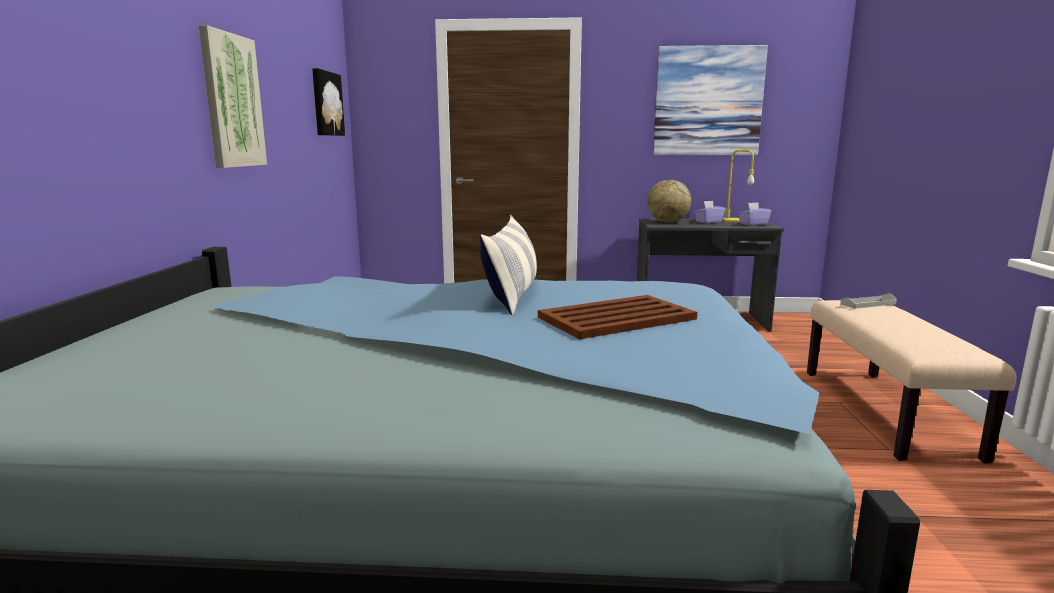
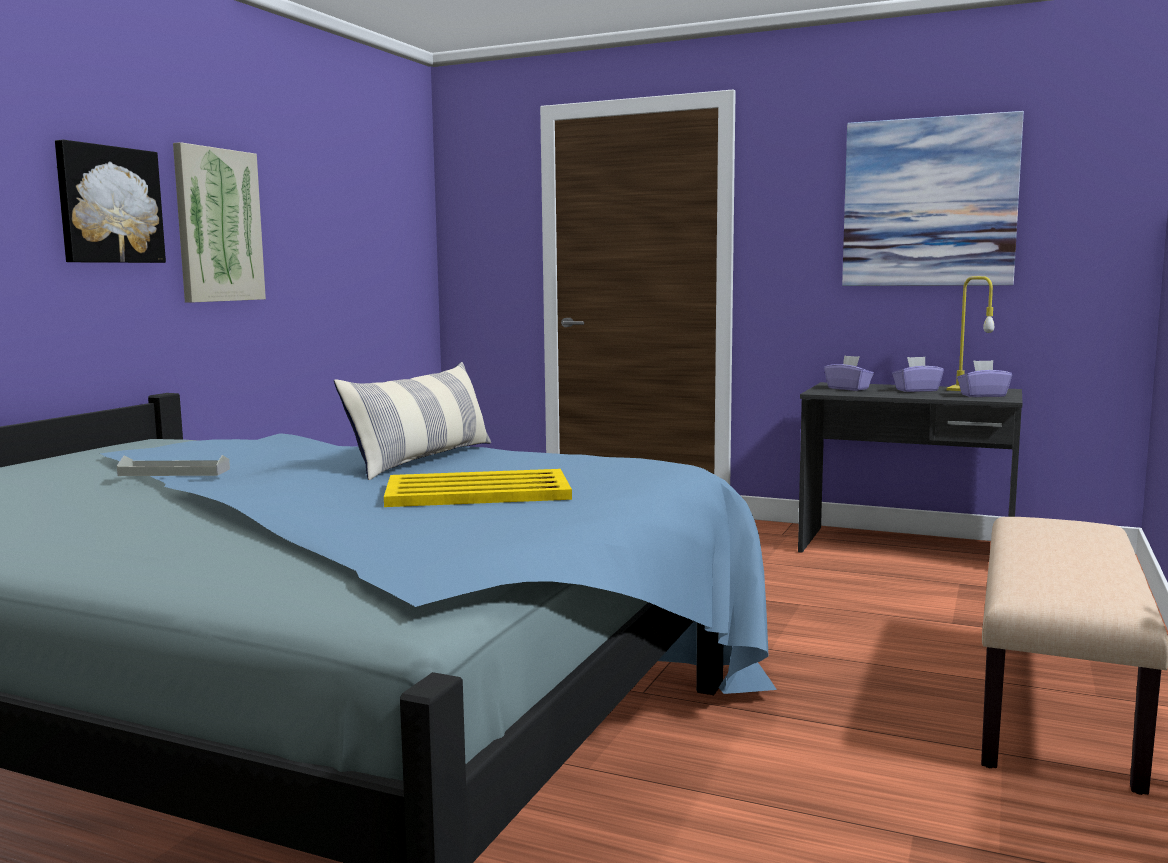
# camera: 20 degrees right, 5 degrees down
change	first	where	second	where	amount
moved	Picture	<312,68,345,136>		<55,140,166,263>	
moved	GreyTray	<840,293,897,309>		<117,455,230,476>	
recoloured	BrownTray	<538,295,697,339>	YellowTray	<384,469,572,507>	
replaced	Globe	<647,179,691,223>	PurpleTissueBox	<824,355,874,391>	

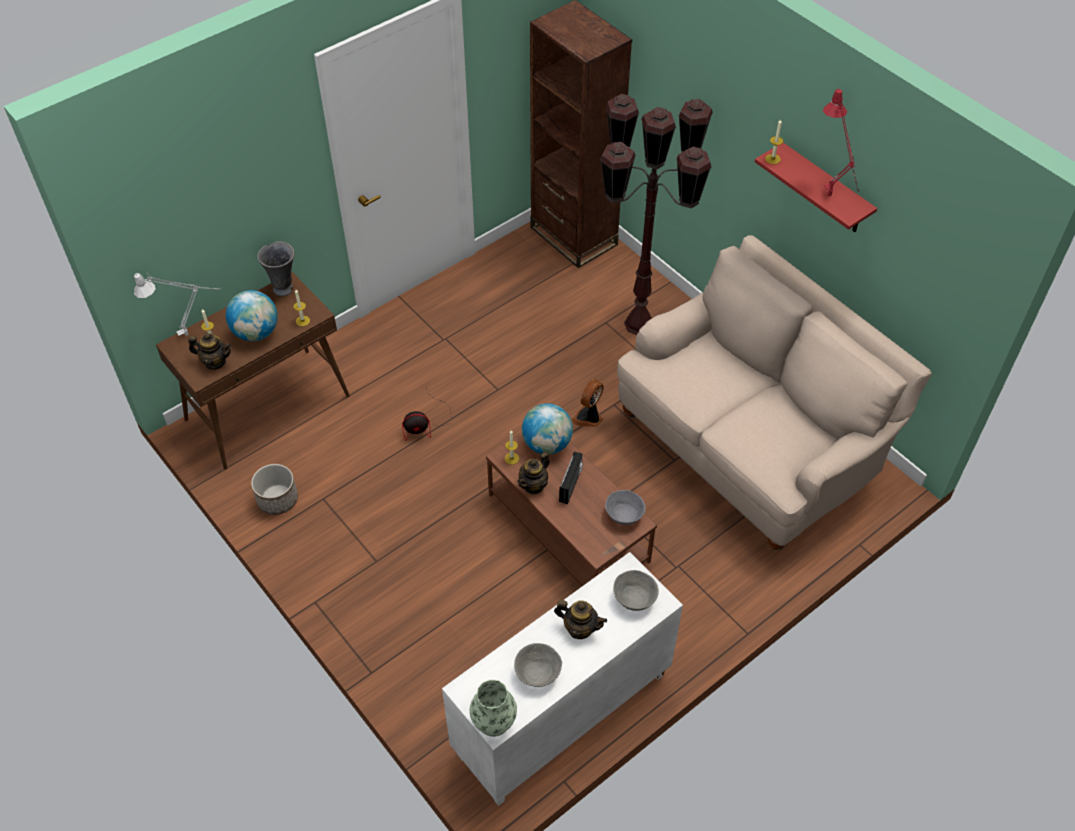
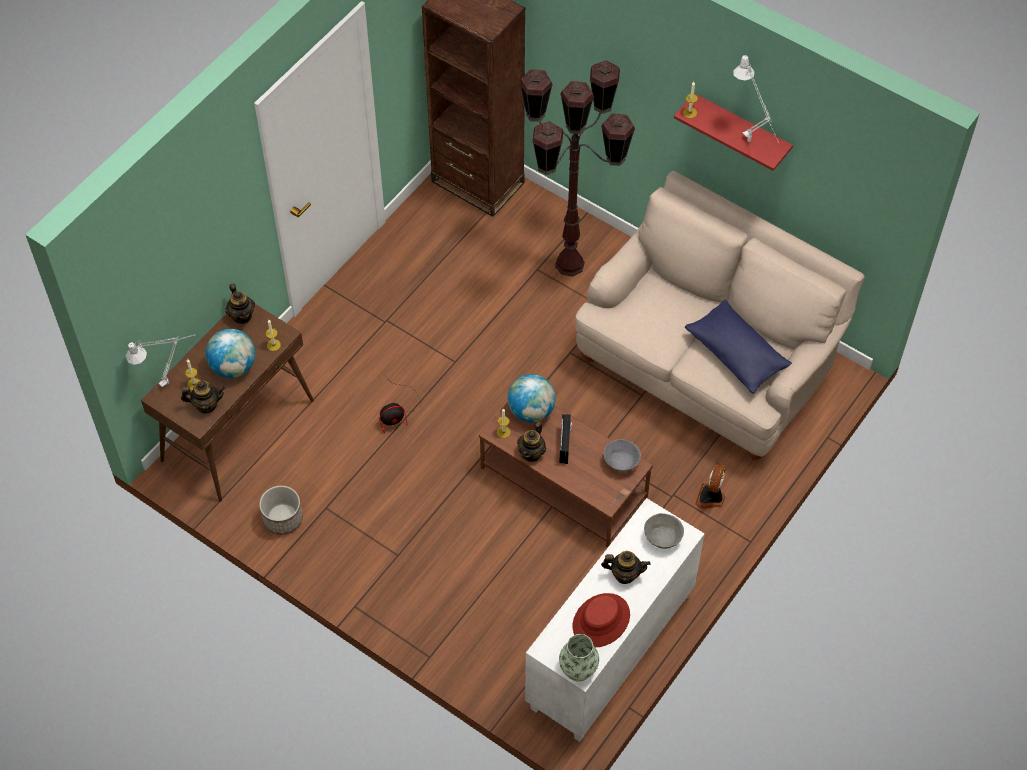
# camera: 15 degrees left, 5 degrees up
change	first	where	second	where	amount
replaced	GreyVase	<257,241,295,296>	Teapot	<226,284,255,324>	
replaced	GreyBowl	<514,643,562,687>	RedHat	<573,593,630,647>	
added			BluePillow	<685,299,792,394>	
moved	Fan	<572,379,604,427>		<695,463,726,509>	
recoloured	RedTableLamp	<823,89,859,196>	WhiteTableLamp	<734,55,777,142>	

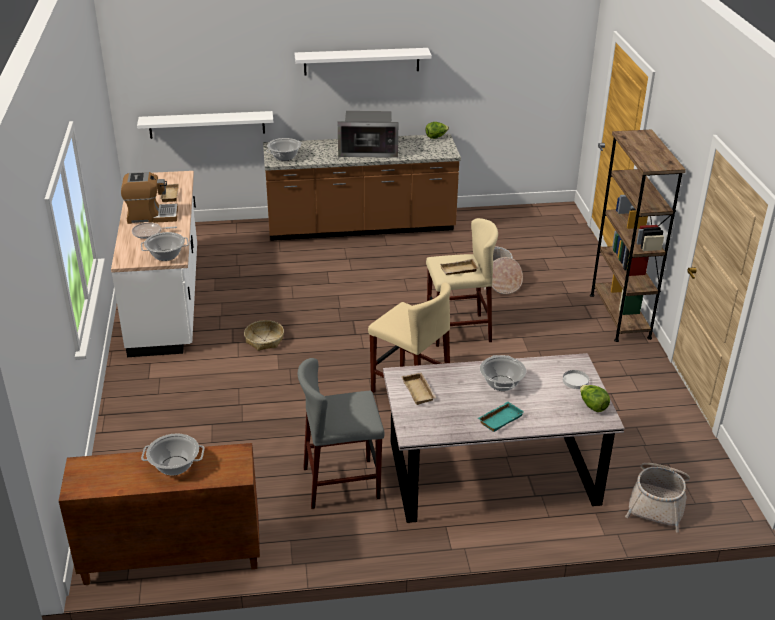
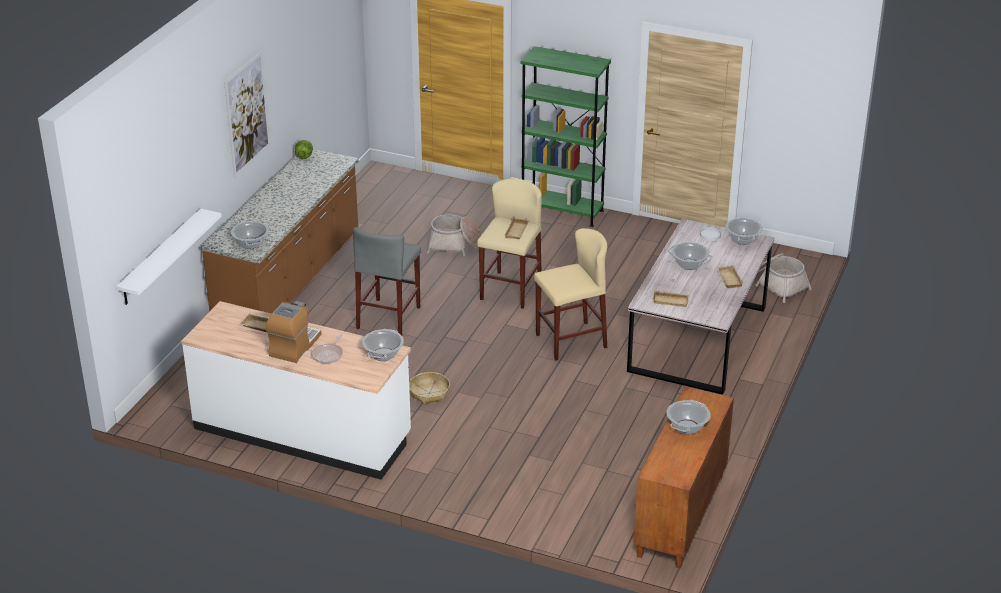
# camera: 60 degrees left, 0 degrees up
change	first	where	second	where	amount
replaced	WhiteShelf	<295,48,432,76>	Picture	<224,51,270,177>	
moved	GreyStool	<298,358,384,509>		<353,227,421,335>	
recoloured	BrownBookcase	<590,129,686,342>	GreenBookcase	<521,46,611,227>	
recoloured	TurquoiseTray	<478,402,524,432>	BeigeTray	<716,266,744,288>	
replaced	Lettuce	<580,385,610,412>	CookingPot	<726,218,763,245>	
removed	Microwave	<338,111,398,158>			

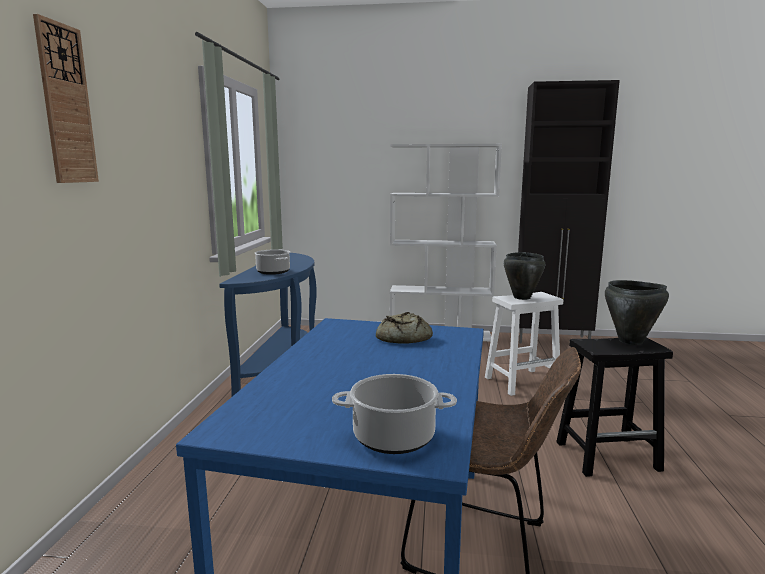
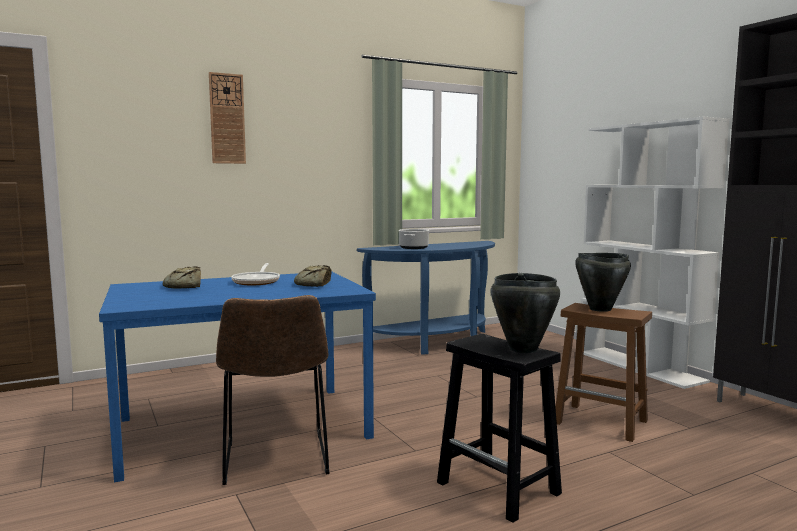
# camera: 55 degrees right, 5 degrees down
change	first	where	second	where	amount
added			Bread	<163,266,201,288>	
added			FryingPan	<231,263,280,285>	
recoloured	WhiteStool	<485,292,563,396>	BrownStool	<555,303,652,442>	
removed	CookingPot	<332,374,457,454>			

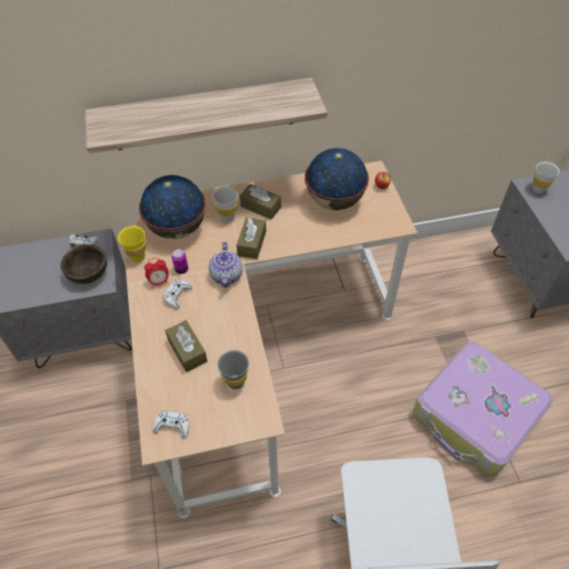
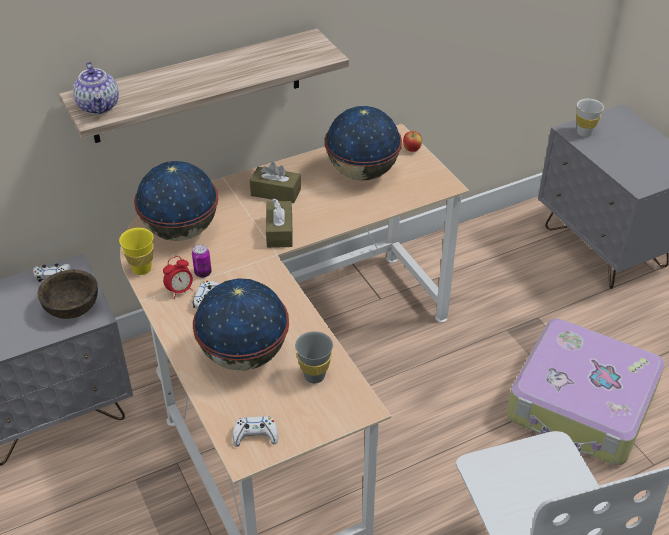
# camera: 15 degrees left, 10 degrees down
change	first	where	second	where	amount
moved	Teapot	<209,242,243,288>		<73,62,119,114>	
replaced	BrownTissueBox	<165,320,207,372>	Globe	<193,278,289,371>	
removed	WhiteCup	<212,187,238,222>			

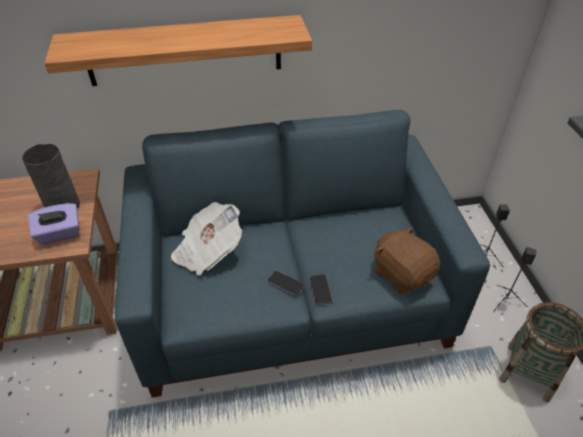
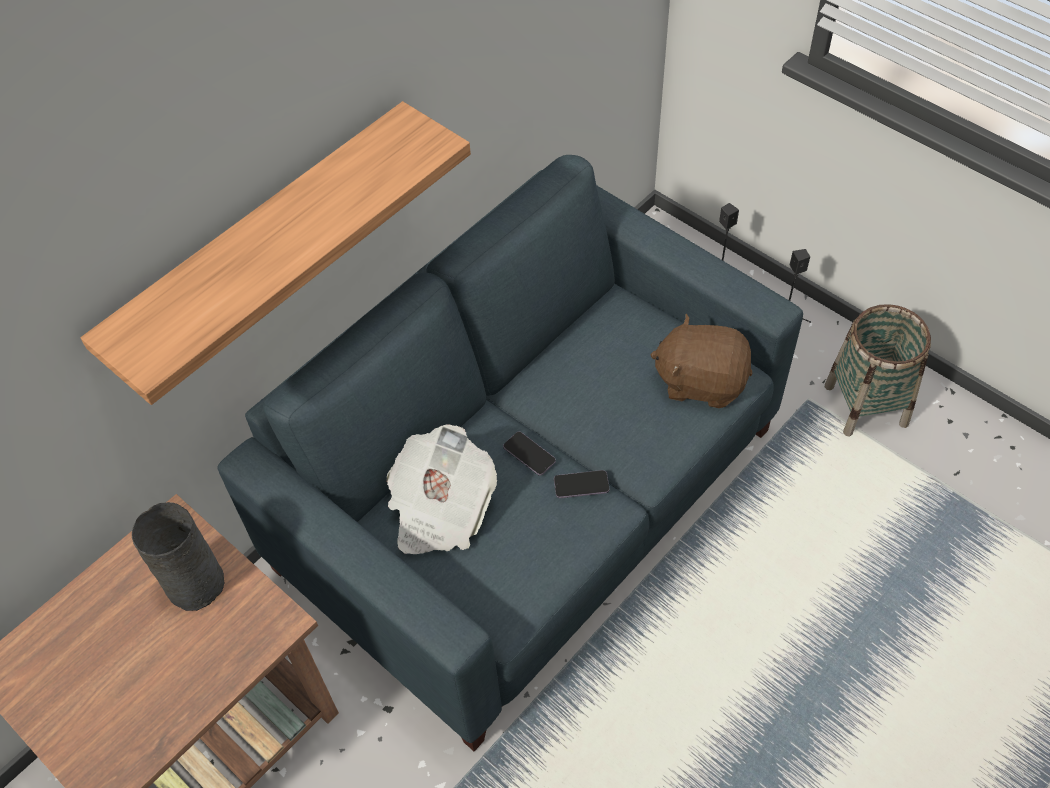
# camera: 35 degrees left, 10 degrees up
change	first	where	second	where	amount
moved	Phone	<310,274,333,305>		<503,432,556,476>	
removed	PurpleTissueBox	<28,203,79,245>			

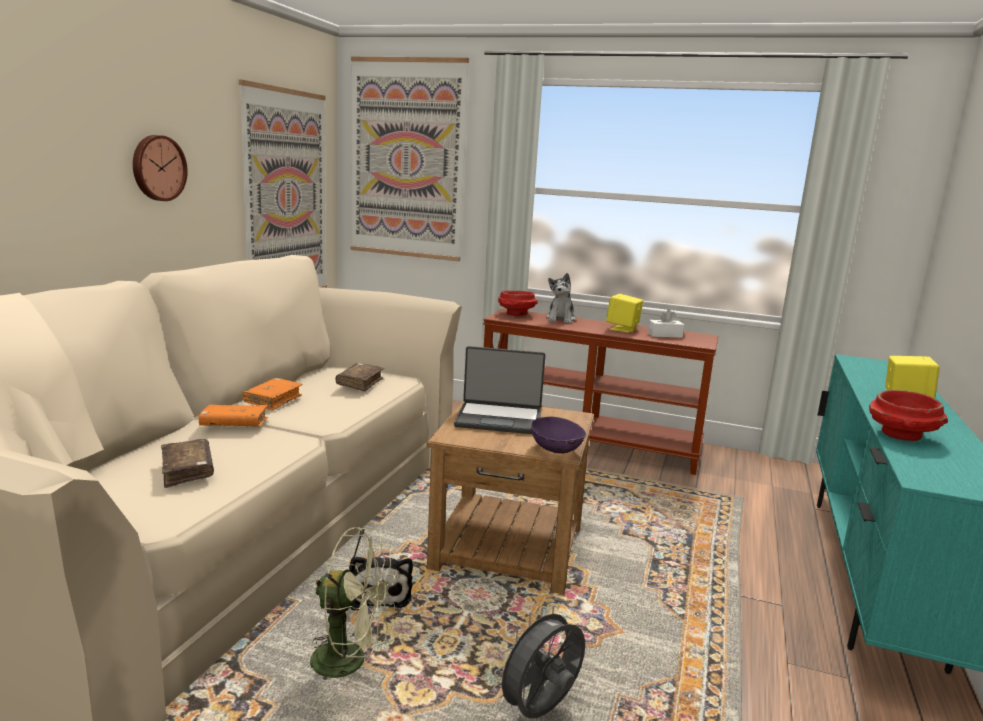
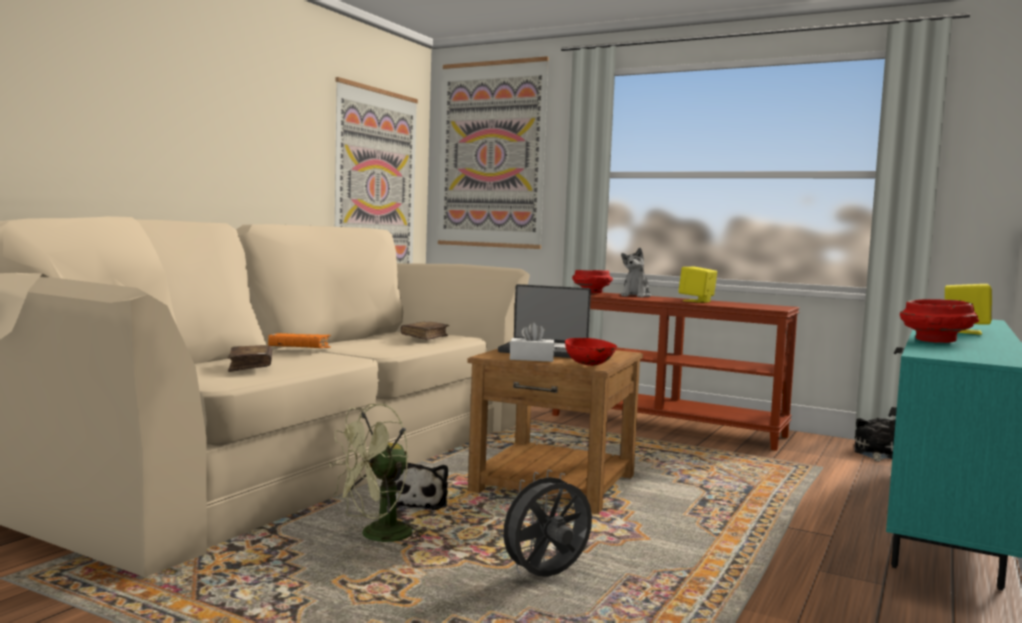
# camera: 10 degrees right, 10 degrees down
change	first	where	second	where	amount
turned	GreenFan	<310,527,397,695>		<329,404,429,548>	120 degrees clockwise
moved	WhiteTissueBox	<648,309,684,338>		<510,322,555,362>	
recoloured	PurpleBowl	<531,417,586,453>	RedBowl	<565,338,617,366>	
added			PlushToy	<854,418,896,462>	
removed	WallClock	<133,135,188,201>			
removed	OrangeBook	<242,378,303,410>			

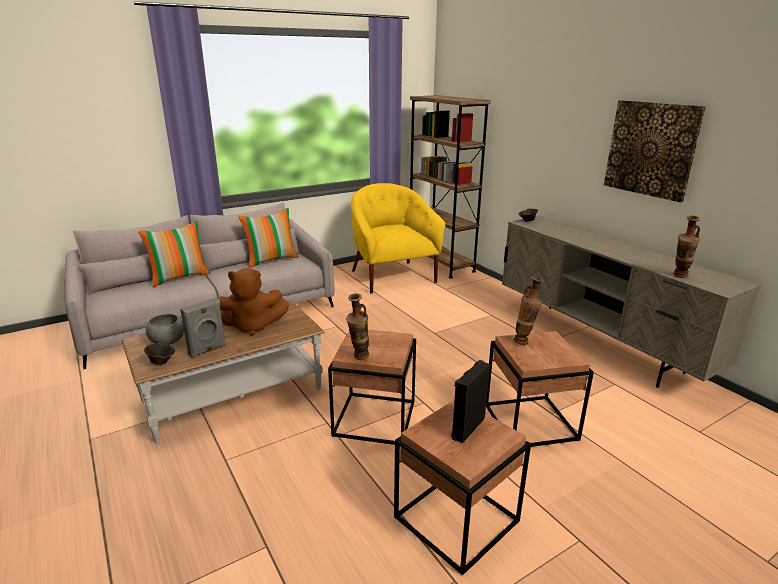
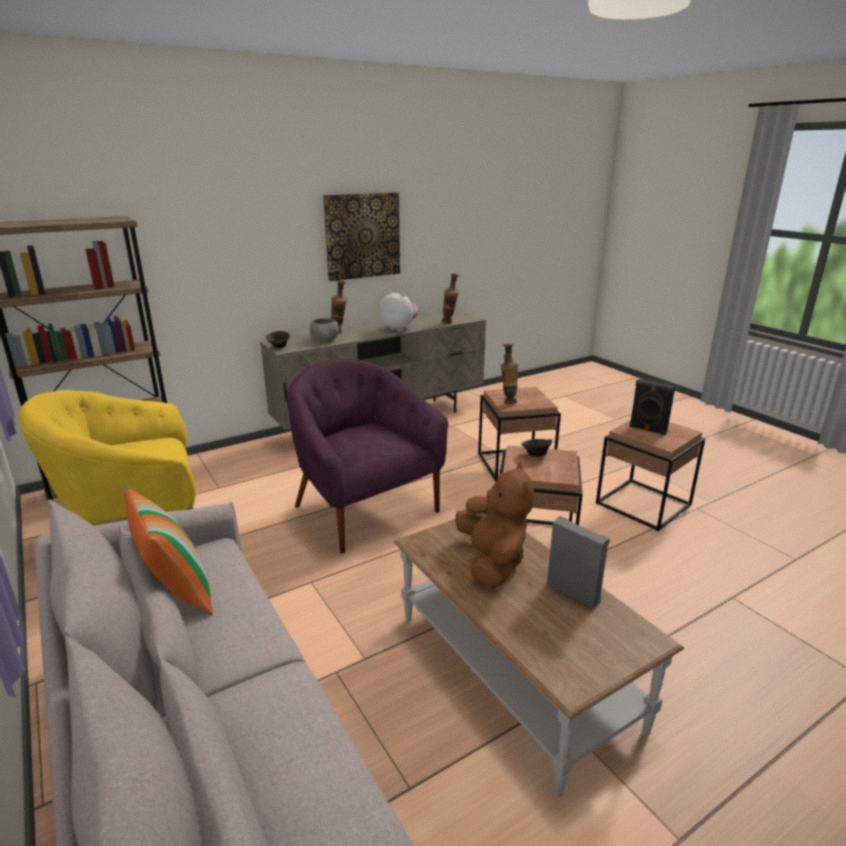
# camera: 90 degrees left, 0 degrees up
change	first	where	second	where	amount
added			PurpleArmchair	<287,359,448,553>	
moved	GreyBowl	<146,314,184,345>		<310,318,339,342>	
moved	Vase	<346,293,369,360>		<331,280,347,333>	
added			PlushToy	<380,291,419,331>	
moved	BrownBowl	<144,343,175,365>		<521,439,553,457>	
removed	Pillow	<138,220,211,287>			

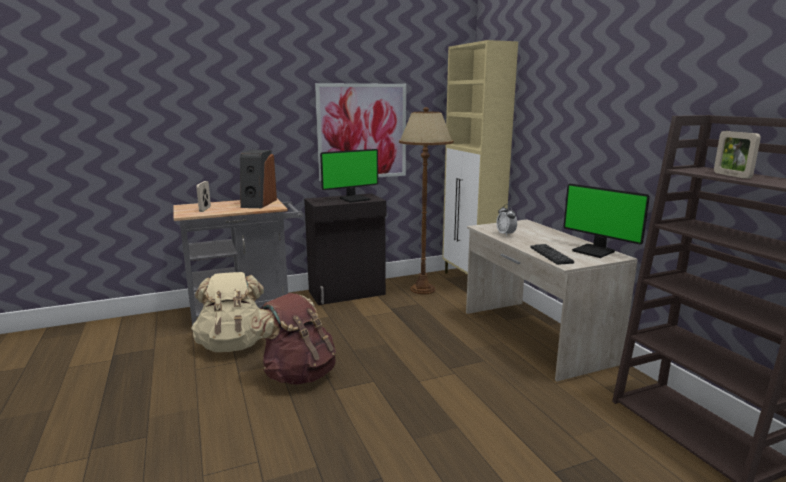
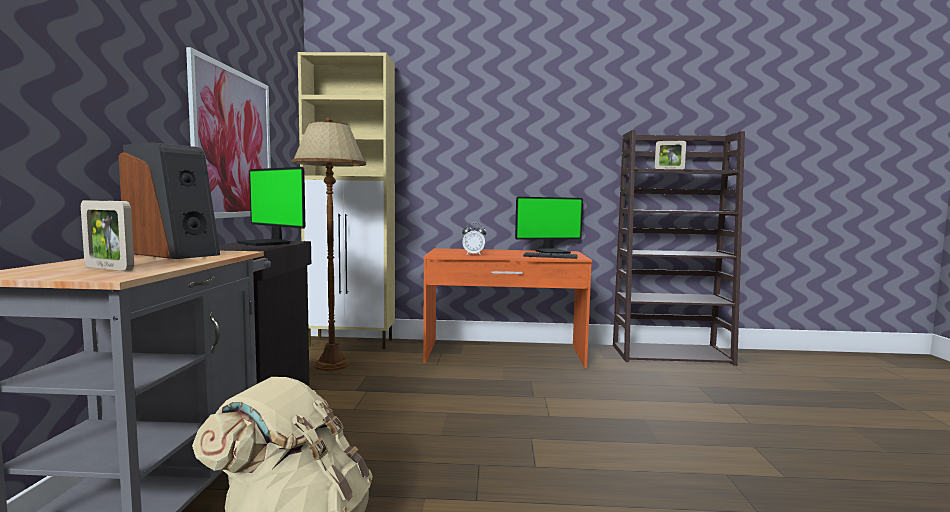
# camera: 65 degrees left, 10 degrees down
change	first	where	second	where	amount
turned	Monitor	<320,149,378,203>		<237,167,305,246>	135 degrees clockwise
recoloured	BeigeDesk	<466,220,638,381>	OrangeDesk	<423,248,592,368>	
removed	BrownBackpack	<249,293,336,385>			

